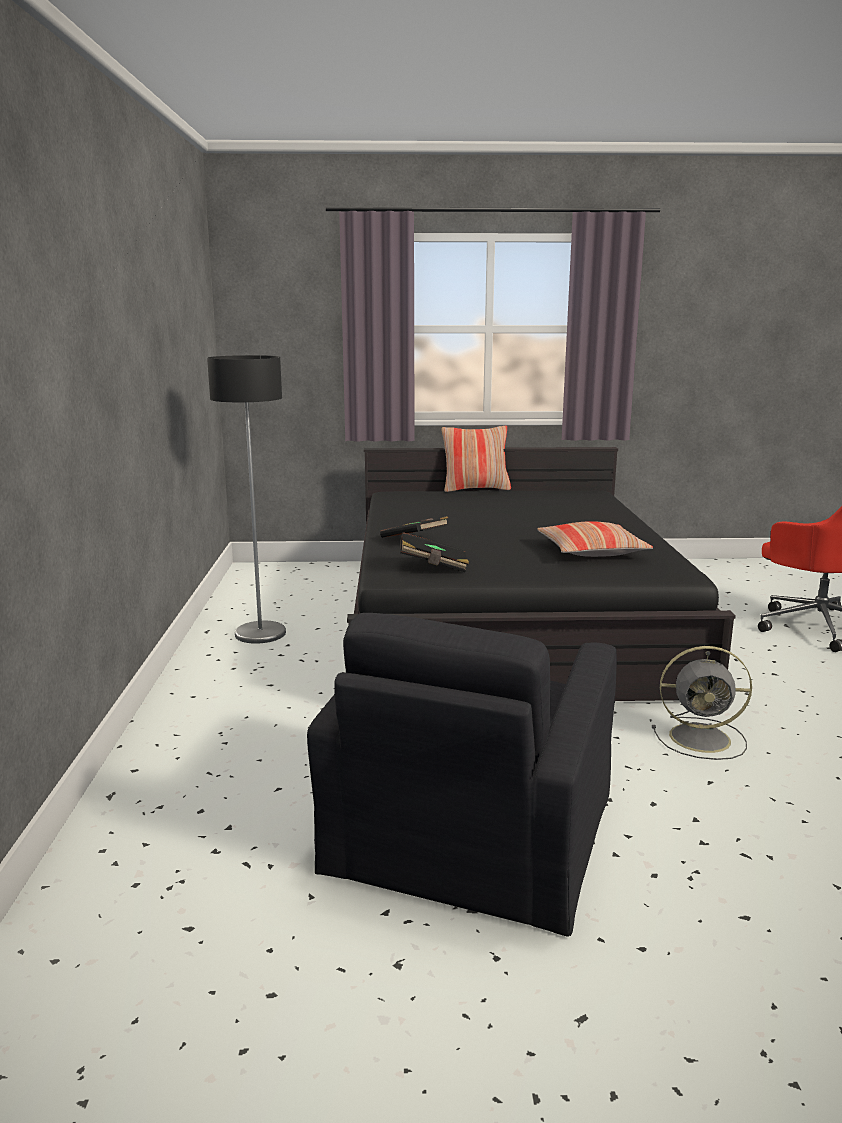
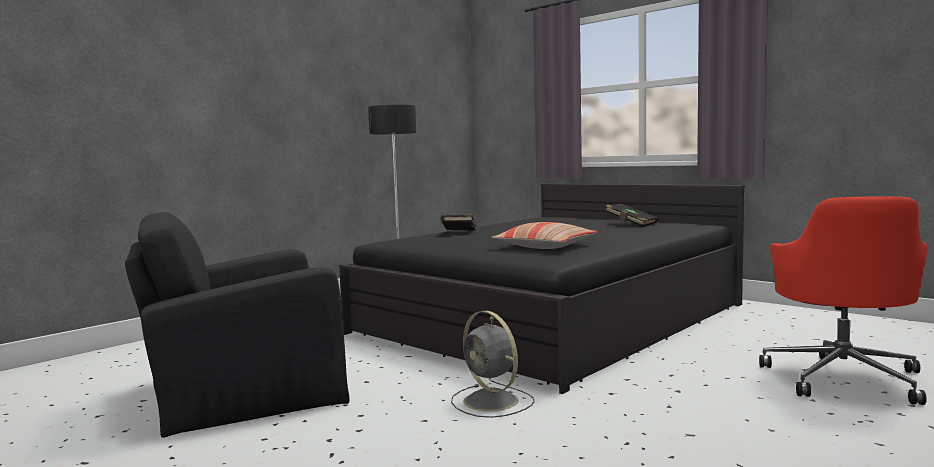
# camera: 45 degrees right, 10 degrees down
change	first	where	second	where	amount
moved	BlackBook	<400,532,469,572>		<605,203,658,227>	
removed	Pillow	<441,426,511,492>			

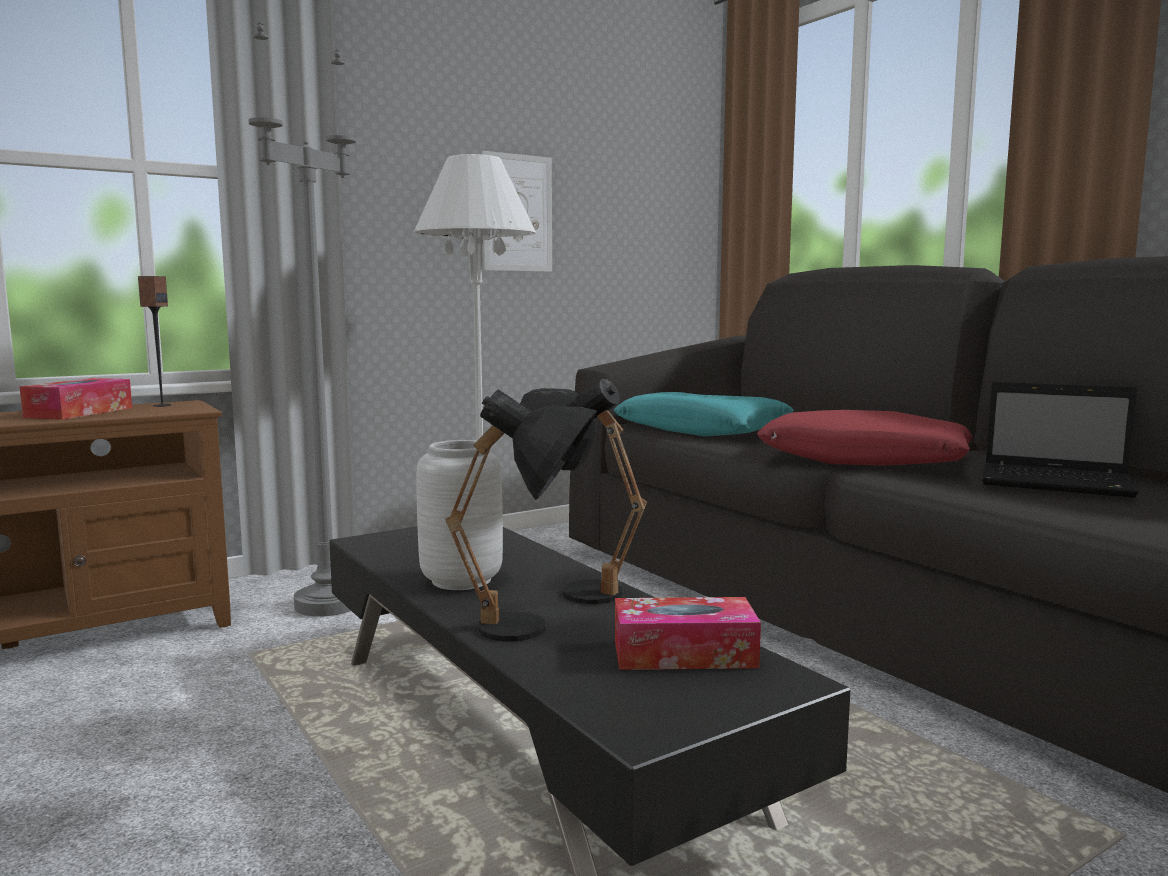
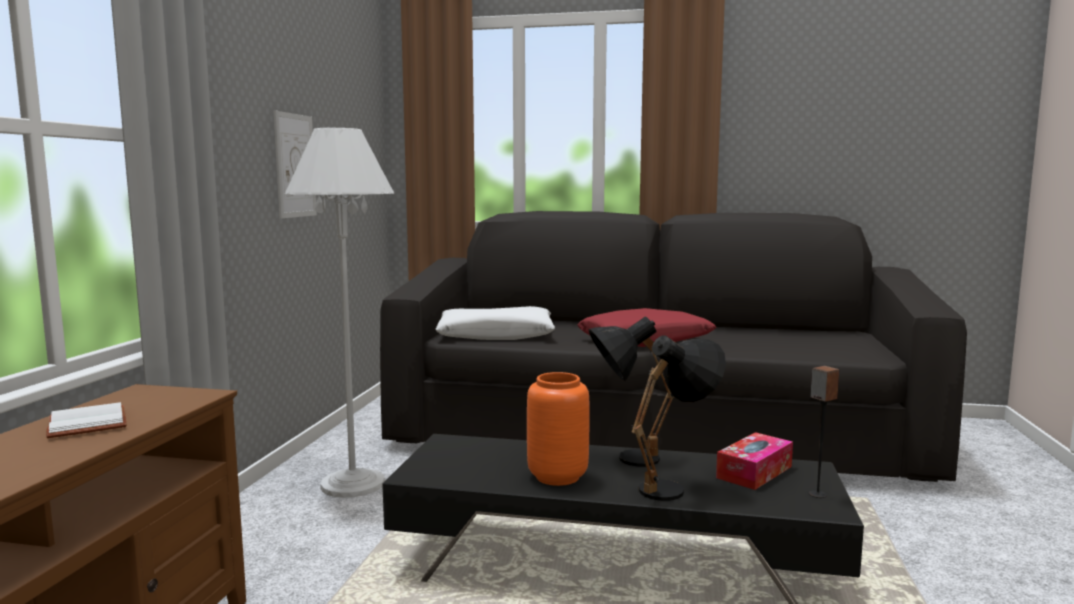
# camera: 45 degrees left, 0 degrees up
change	first	where	second	where	amount
replaced	TissueBox	<19,378,132,420>	WhiteBook	<46,402,127,438>	
recoloured	TurquoisePillow	<614,392,794,436>	WhitePillow	<435,306,555,340>	
recoloured	GreyVase	<416,440,503,590>	OrangeVase	<527,372,590,486>	
moved	Speaker	<138,276,171,407>		<809,366,839,498>	
removed	GreyFloorLamp	<248,21,356,617>			
removed	Laptop	<982,382,1139,498>			

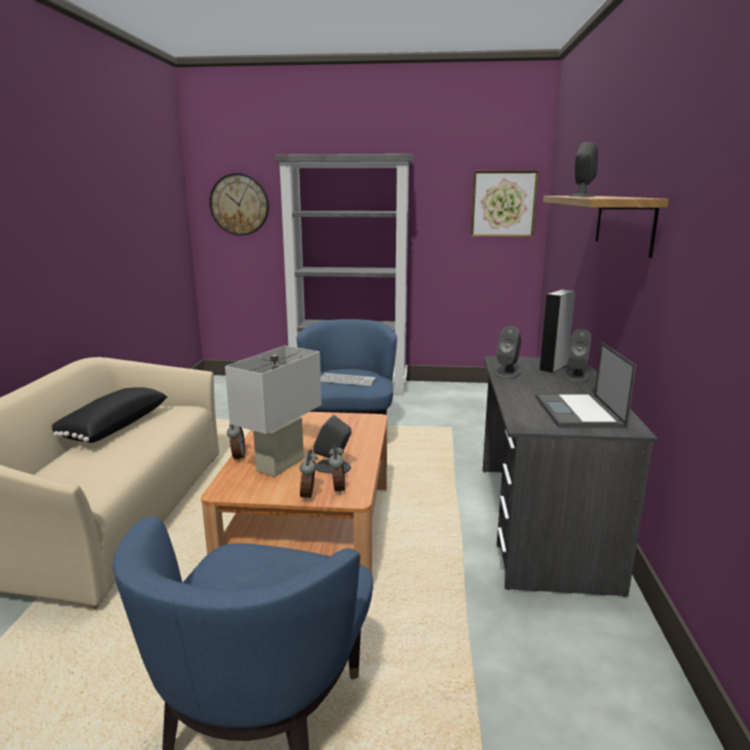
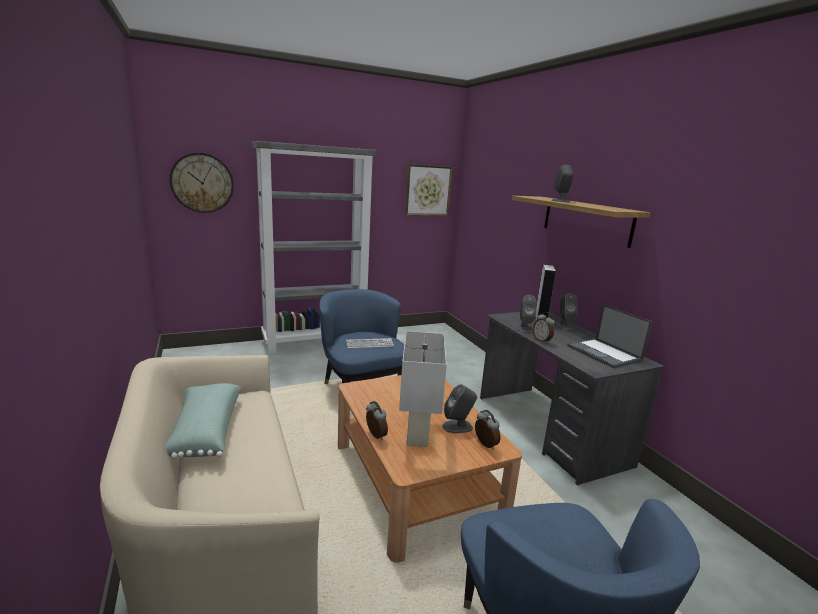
# camera: 30 degrees left, 0 degrees up
change	first	where	second	where	amount
recoloured	BlackPillow	<52,387,168,443>	GreenPillow	<165,383,241,459>	
moved	AlarmClock	<300,450,318,502>		<533,312,555,343>	

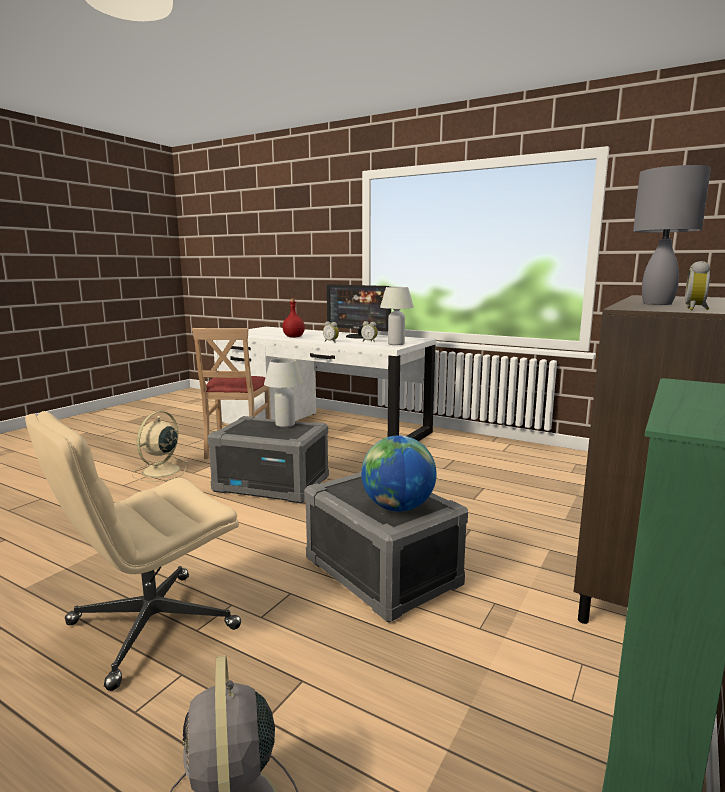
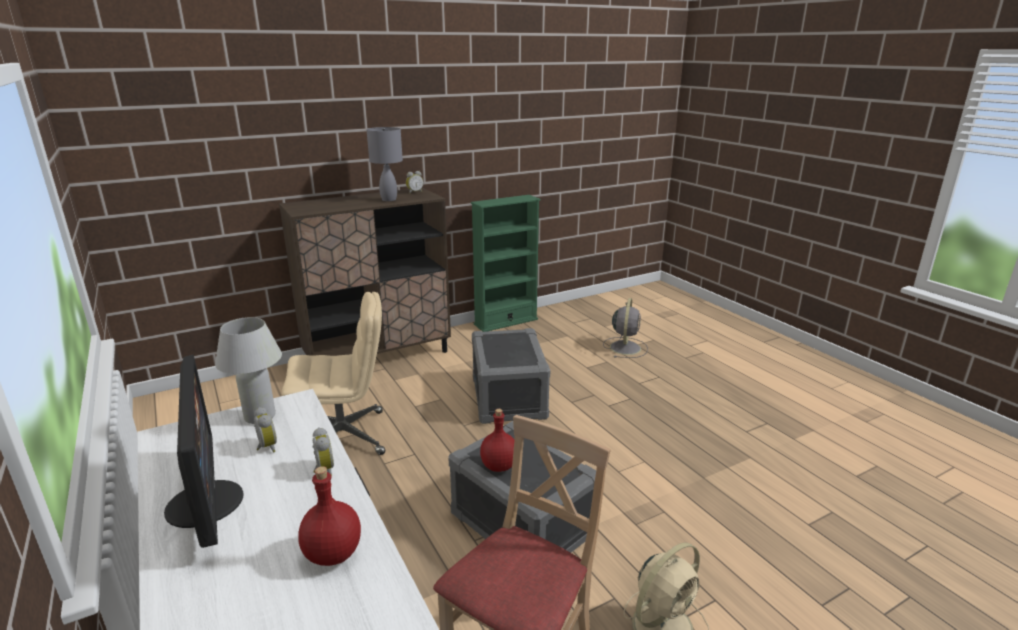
# camera: 150 degrees left, 10 degrees up
change	first	where	second	where	amount
moved	BeigeOfficeChair	<25,411,241,691>		<282,292,385,455>	
replaced	WhiteTableLamp	<264,358,304,427>	RedBottle	<480,409,514,472>	
removed	Globe	<361,435,437,512>			

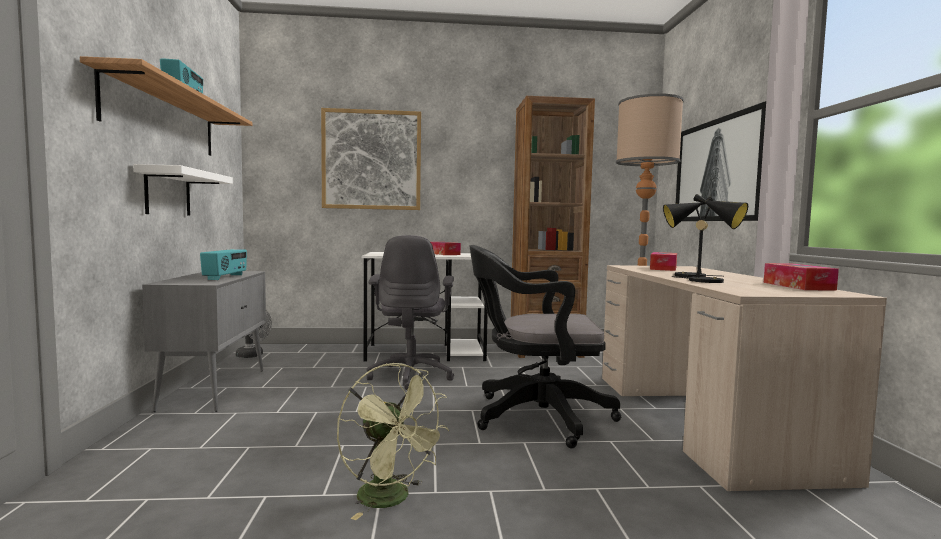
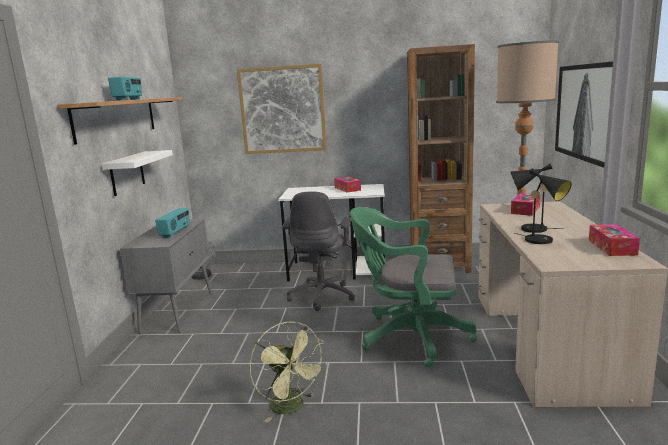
# camera: 10 degrees right, 10 degrees up
change	first	where	second	where	amount
recoloured	BlackOfficeChair	<469,245,621,448>	GreenOfficeChair	<350,207,477,368>	

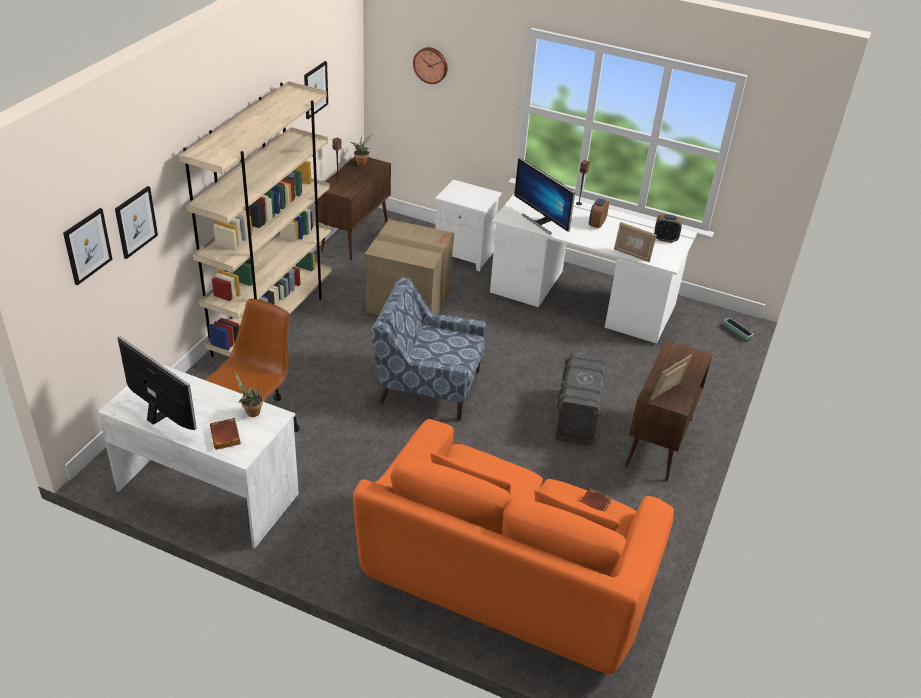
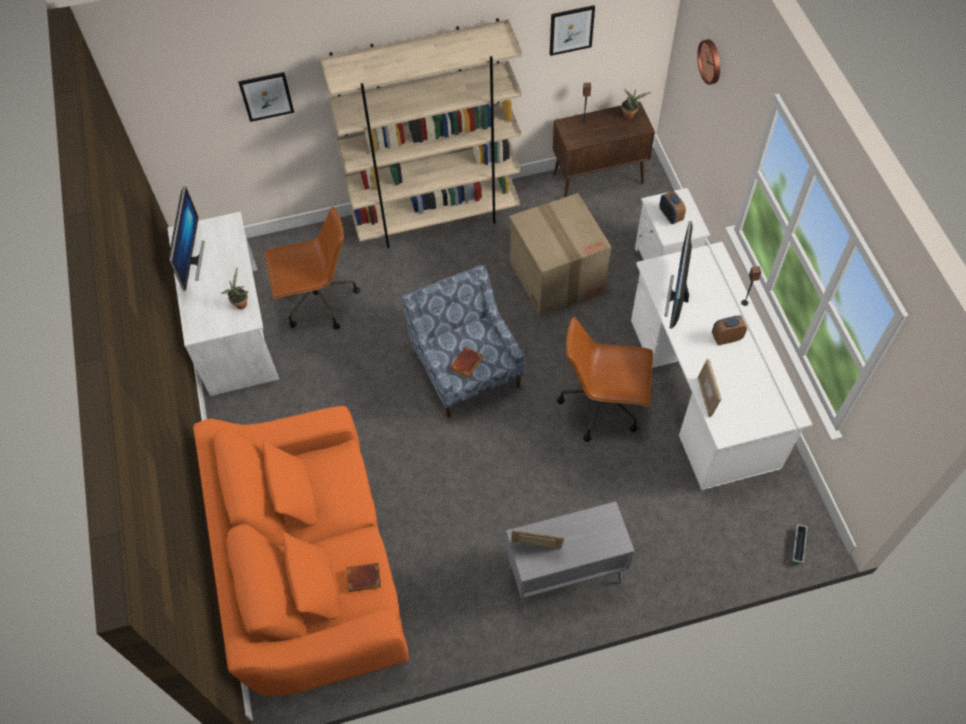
# camera: 55 degrees right, 20 degrees up
change	first	where	second	where	amount
moved	BrownBook	<210,418,241,450>		<450,347,483,378>	
recoloured	BrownCabinet	<625,340,713,481>	GreyCabinet	<506,502,634,611>	
added			BrownOfficeChair	<557,317,653,442>	
moved	AlarmClock	<654,214,682,243>		<659,191,686,224>	
removed	Picture	<63,208,113,285>			
removed	GreyStorageBox	<556,352,606,445>			

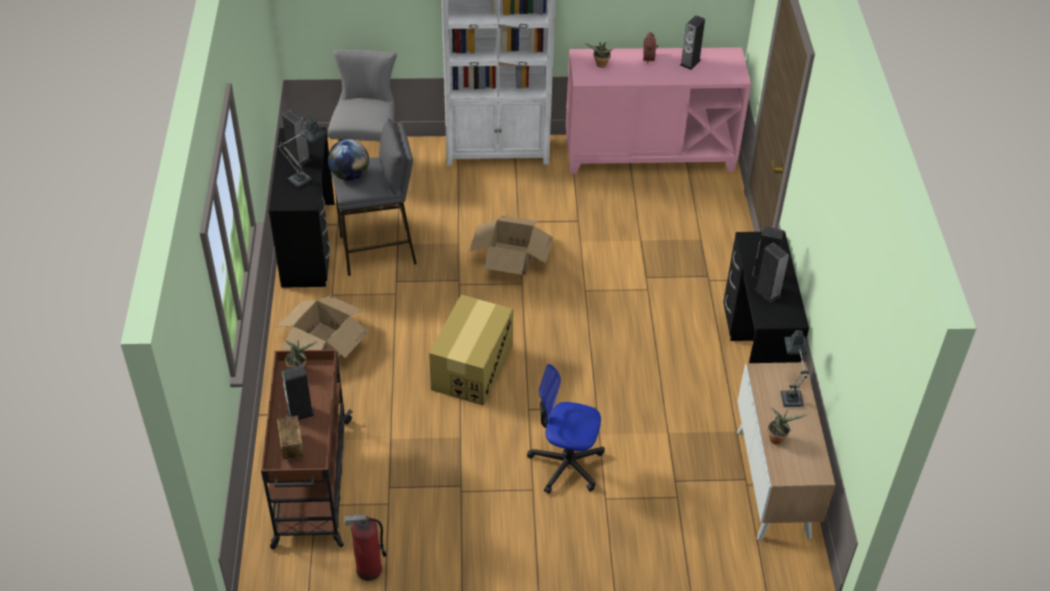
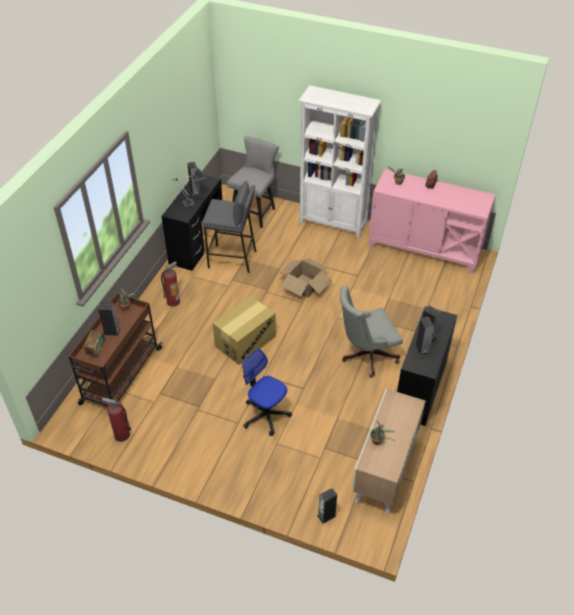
# camera: 25 degrees right, 0 degrees up
change	first	where	second	where	amount
replaced	CardboardBox	<277,296,368,358>	FireExtinguisher	<161,261,180,307>	
moved	Speaker	<680,15,705,70>		<317,488,337,524>	
added			GreyOfficeChair	<340,286,403,378>	
removed	Globe	<328,139,369,181>			
removed	TableLamp	<781,330,809,407>			

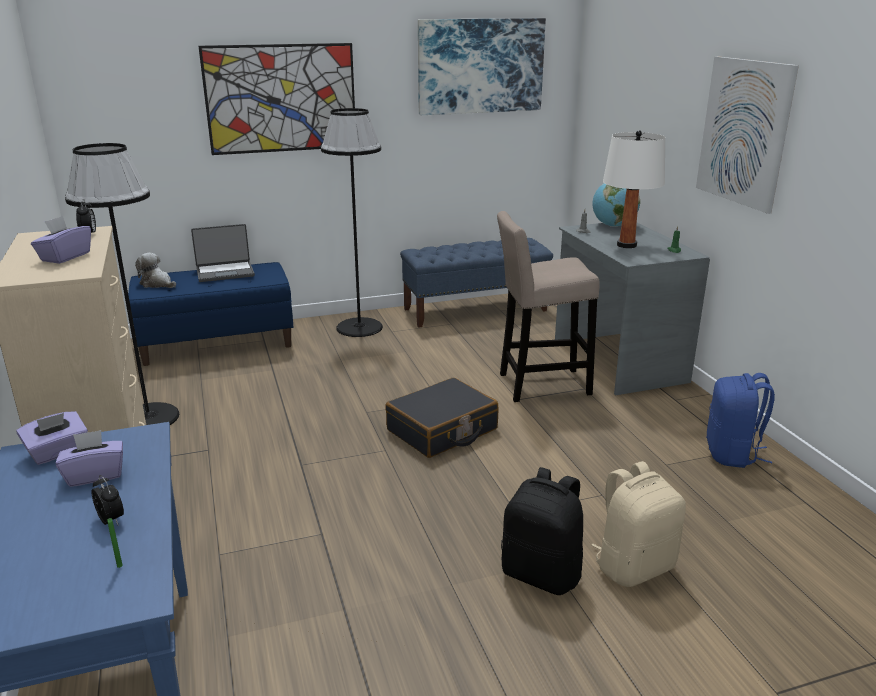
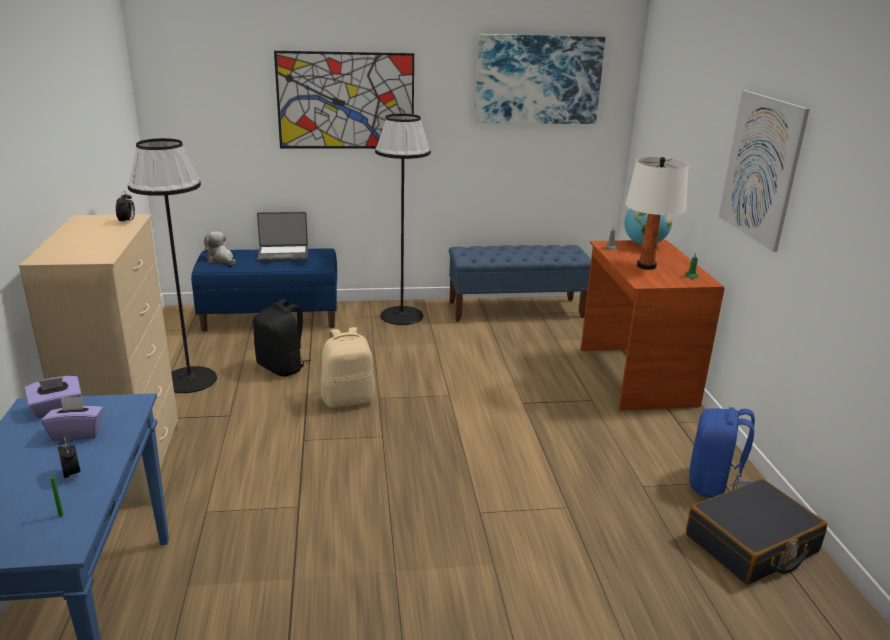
# camera: 10 degrees right, 0 degrees up
change	first	where	second	where	amount
moved	BlackBackpack	<501,467,583,595>		<253,299,311,377>	
moved	BeigeBackpack	<592,461,686,587>		<321,327,376,408>	
recoloured	GreyDesk	<555,223,710,395>	BrownDesk	<581,240,725,411>	
moved	BlackSuitcase	<385,378,499,458>		<686,479,827,585>	
removed	PurpleTissueBox	<31,216,91,264>			
removed	BeigeStool	<497,211,600,402>			

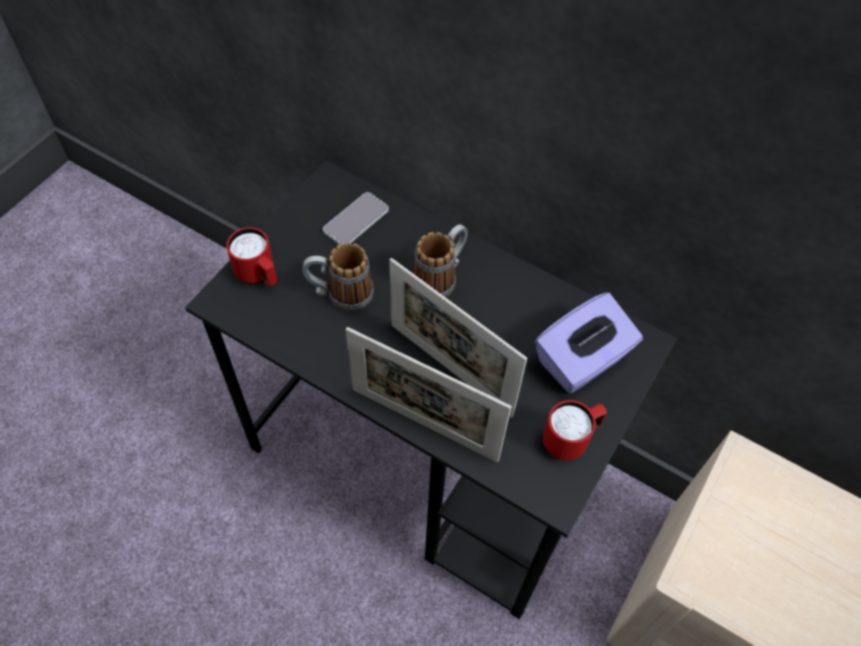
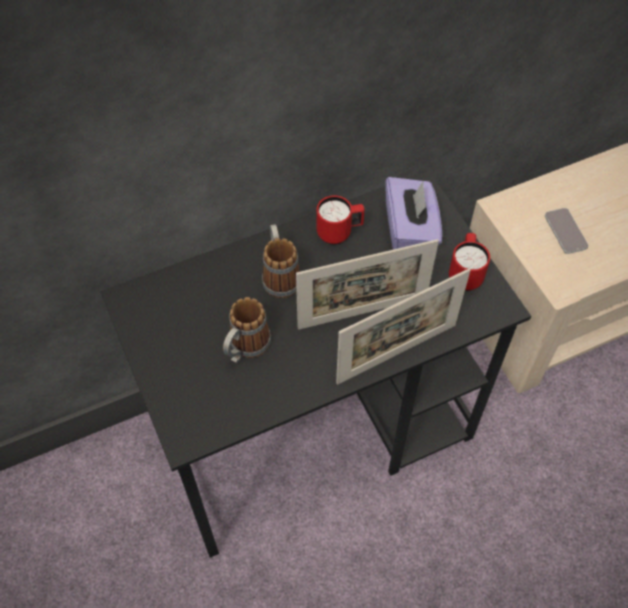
# camera: 55 degrees left, 0 degrees up
change	first	where	second	where	amount
moved	RedMug	<226,227,277,286>		<317,195,365,245>	
moved	Phone	<323,192,389,245>		<545,208,589,254>	

